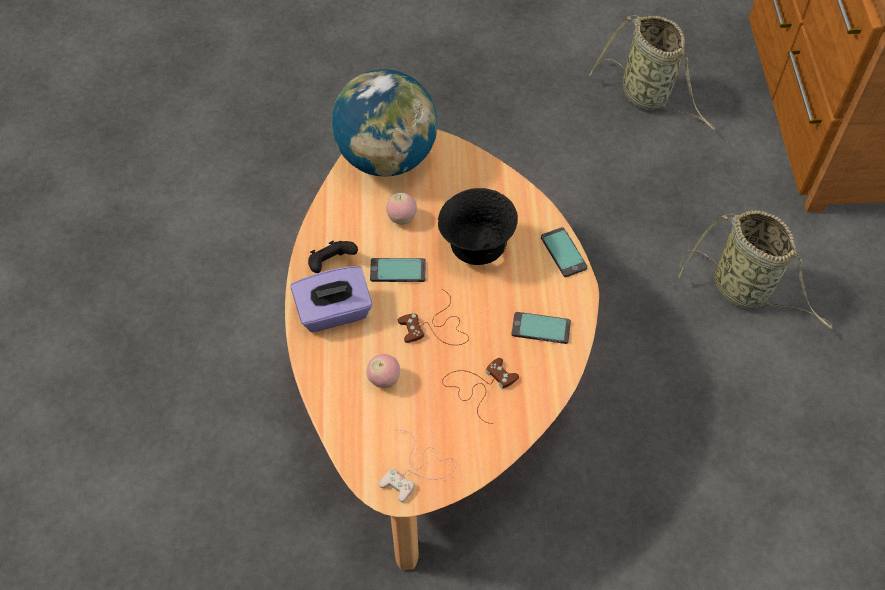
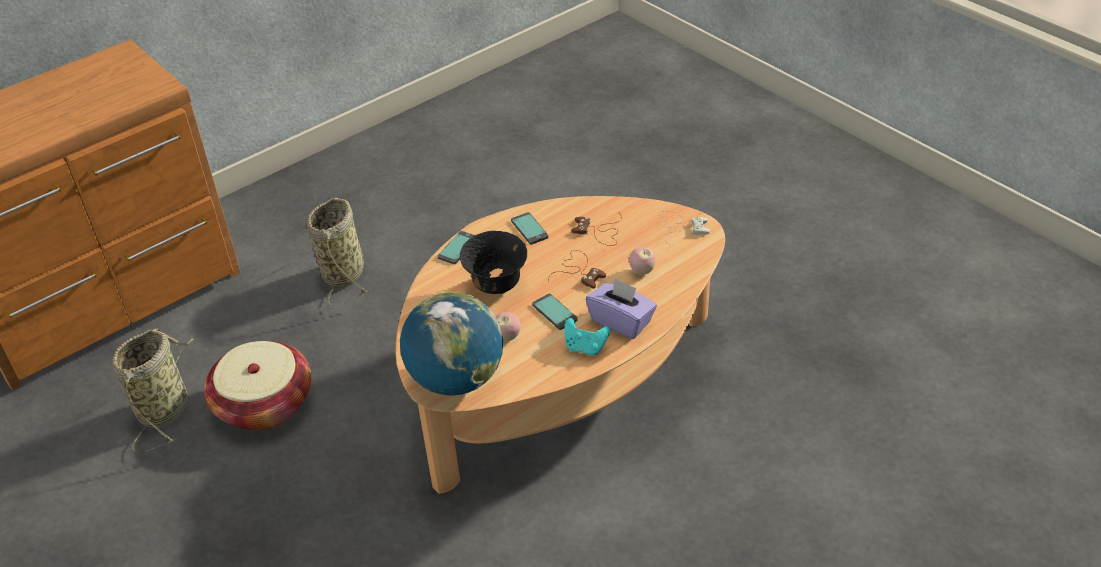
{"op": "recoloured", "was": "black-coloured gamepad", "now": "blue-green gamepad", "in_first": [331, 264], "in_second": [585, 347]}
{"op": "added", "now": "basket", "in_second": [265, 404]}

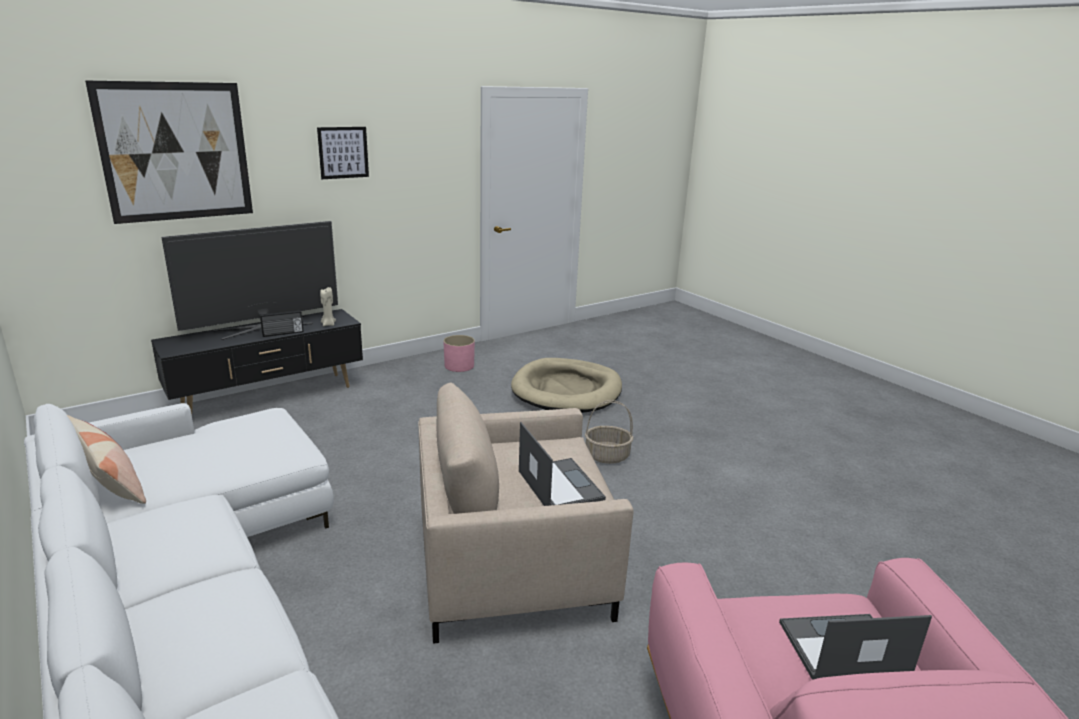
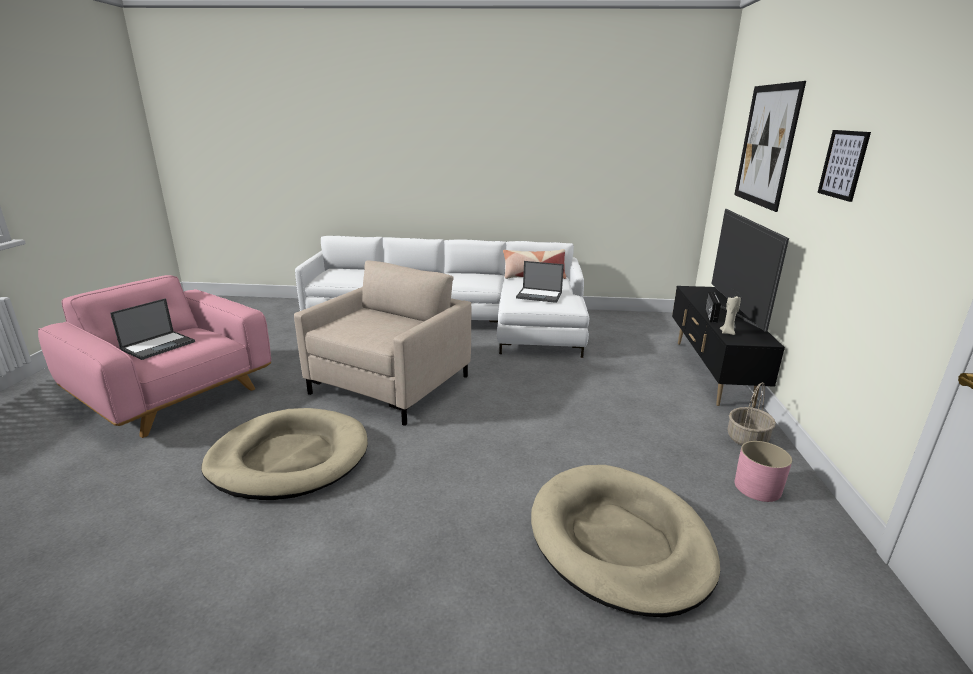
{"op": "moved", "was": "basket", "in_first": [607, 456], "in_second": [747, 439]}
{"op": "moved", "was": "notebook computer", "in_first": [559, 484], "in_second": [540, 295]}
{"op": "added", "now": "beige pet bed", "in_second": [289, 458]}

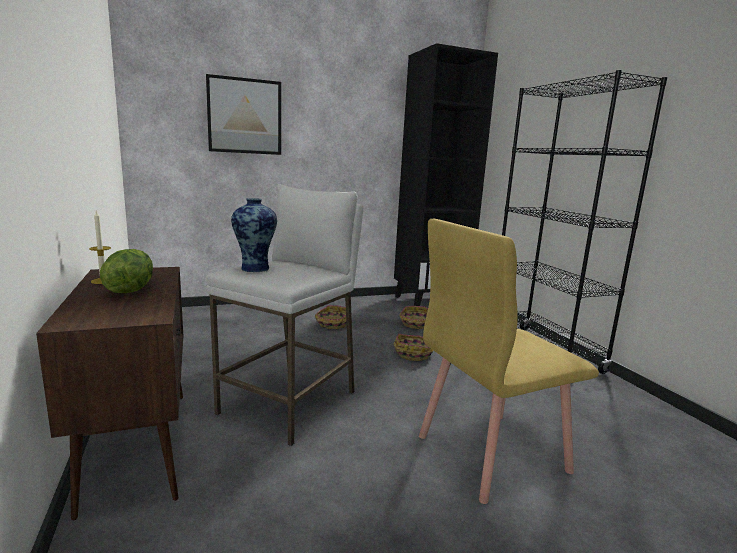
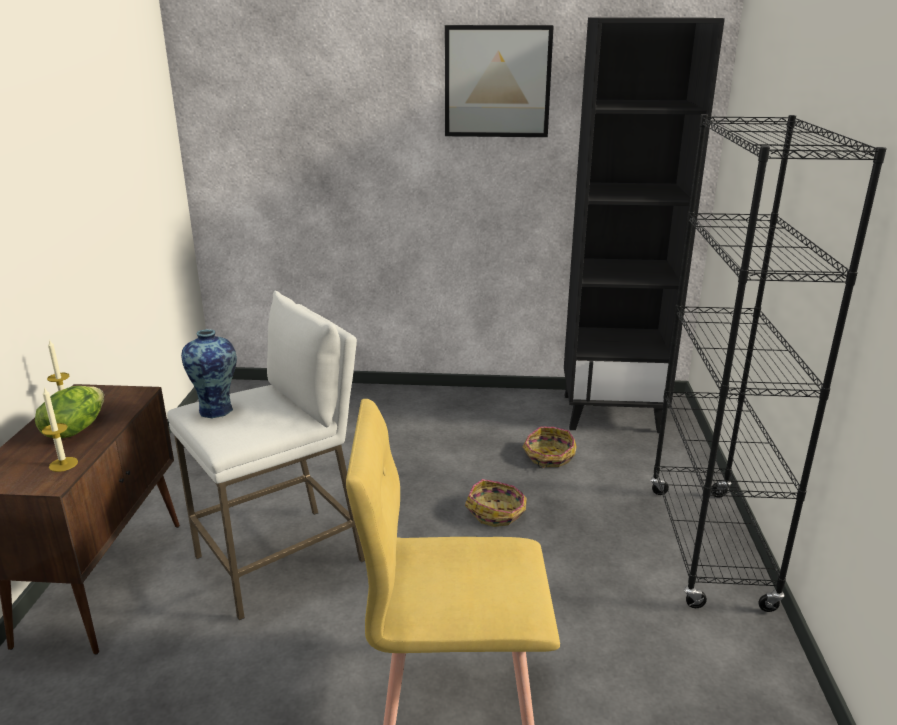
{"op": "moved", "was": "wall picture", "in_first": [244, 116], "in_second": [497, 82]}
{"op": "removed", "was": "basket", "in_first": [332, 324]}
{"op": "added", "now": "wax candle", "in_second": [63, 464]}

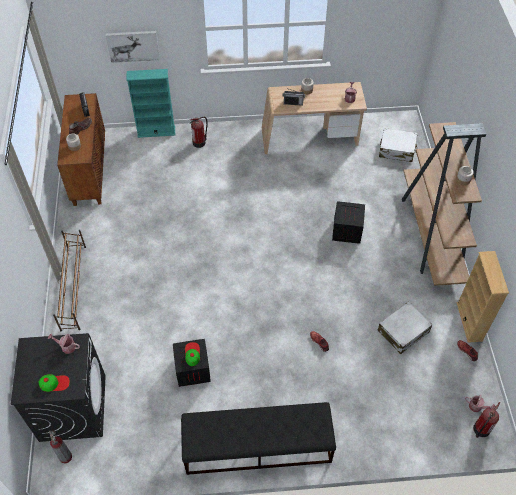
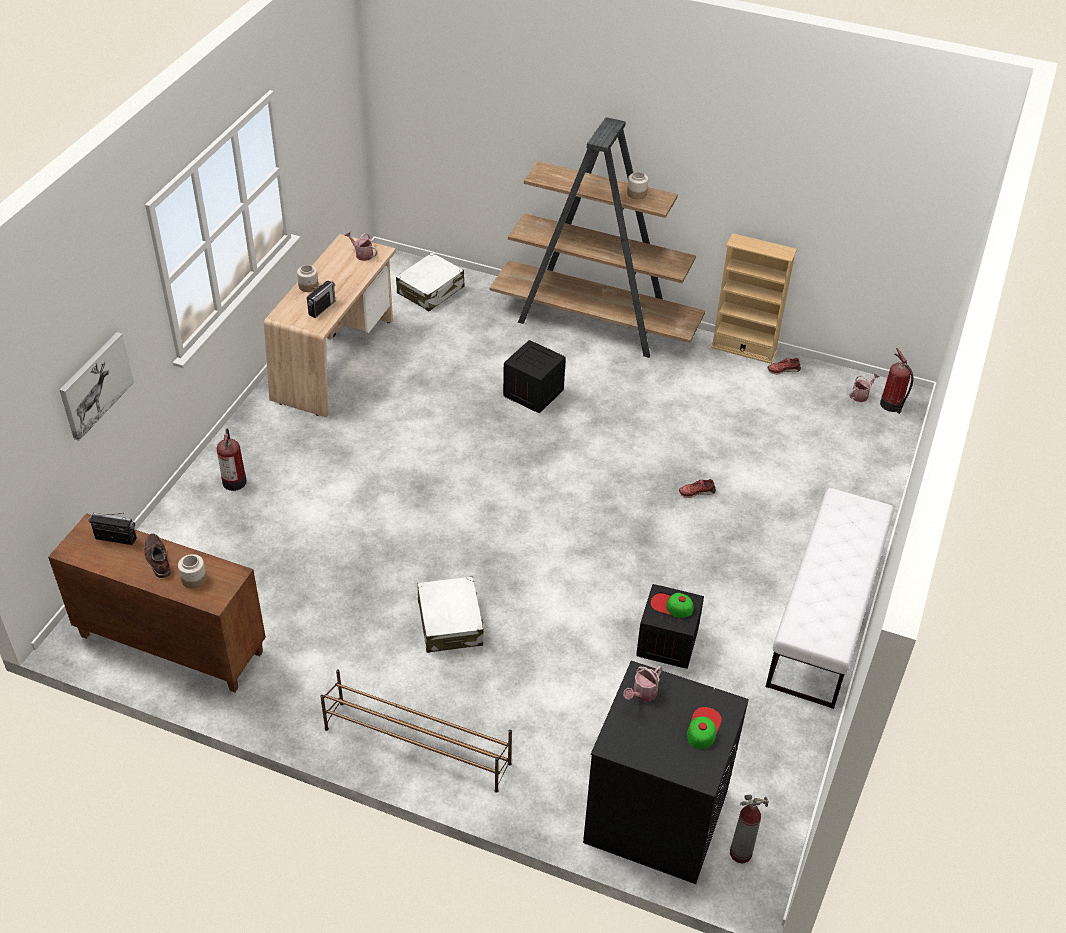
{"op": "removed", "was": "blue-green shelving unit", "in_first": [156, 132]}
{"op": "moved", "was": "white-coloured travel case", "in_first": [403, 331], "in_second": [450, 623]}
{"op": "recoloured", "was": "black-coloured long seat", "now": "white-coloured long seat", "in_first": [257, 447], "in_second": [824, 616]}

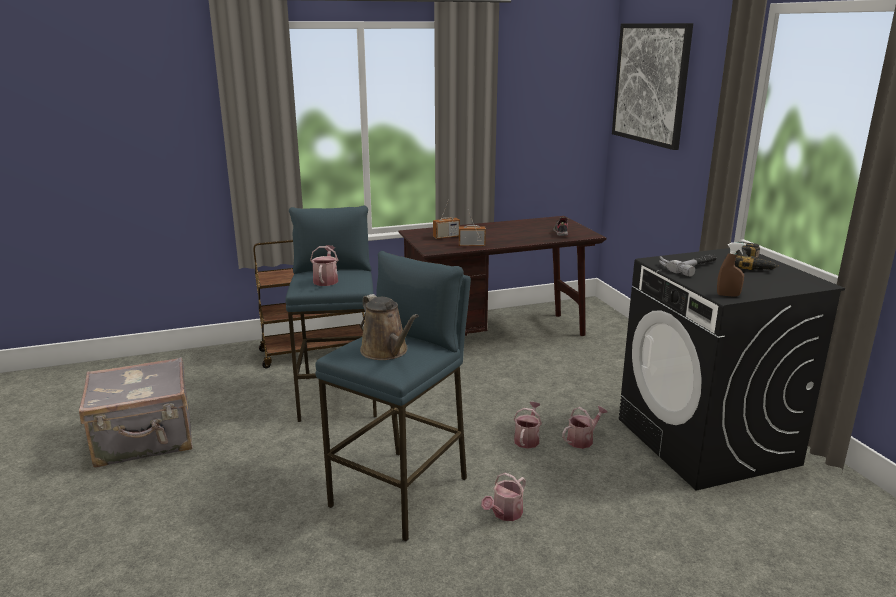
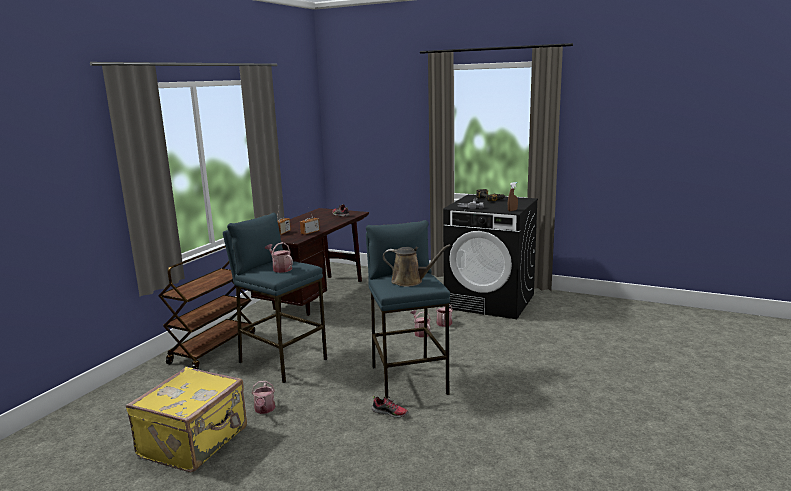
{"op": "removed", "was": "wall picture", "in_first": [650, 84]}
{"op": "recoloured", "was": "gray travel case", "now": "yellow travel case", "in_first": [145, 440], "in_second": [195, 442]}
{"op": "moved", "was": "watering can", "in_first": [505, 514], "in_second": [264, 410]}
{"op": "added", "now": "shoe", "in_second": [390, 413]}

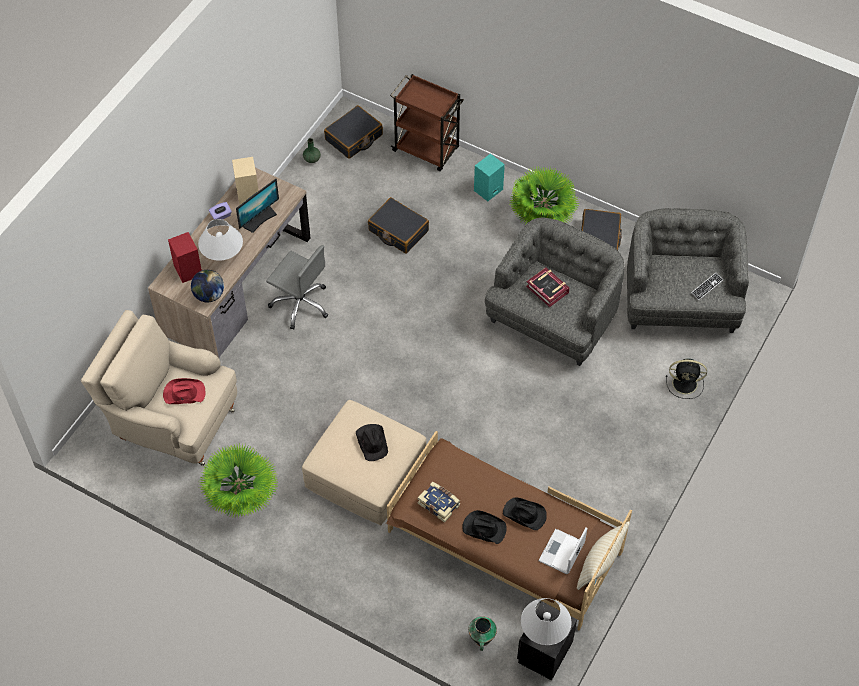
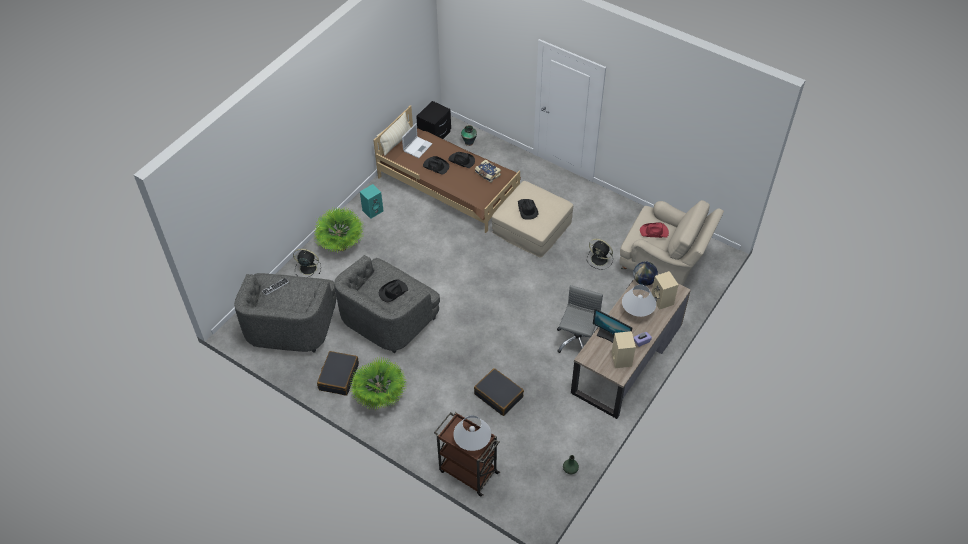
{"op": "removed", "was": "black-coloured travel case", "in_first": [354, 138]}
{"op": "moved", "was": "blue-green audio speaker", "in_first": [488, 190], "in_second": [373, 210]}
{"op": "turned", "was": "computer display", "in_first": [259, 219], "in_second": [610, 337], "clockwise": -105}
{"op": "recoloured", "was": "red audio speaker", "now": "beige audio speaker", "in_first": [187, 270], "in_second": [663, 300]}
{"op": "turned", "was": "gray computer chair", "in_first": [300, 304], "in_second": [577, 340], "clockwise": 75}
{"op": "replaced", "was": "book", "now": "black-coloured clothing hat", "in_first": [547, 289], "in_second": [393, 292]}
{"op": "moved", "was": "potted plant", "in_first": [242, 498], "in_second": [341, 246]}
{"op": "moved", "was": "white-coloured table lamp", "in_first": [545, 630], "in_second": [472, 441]}
{"op": "added", "now": "black-coloured cooling fan", "in_second": [600, 259]}

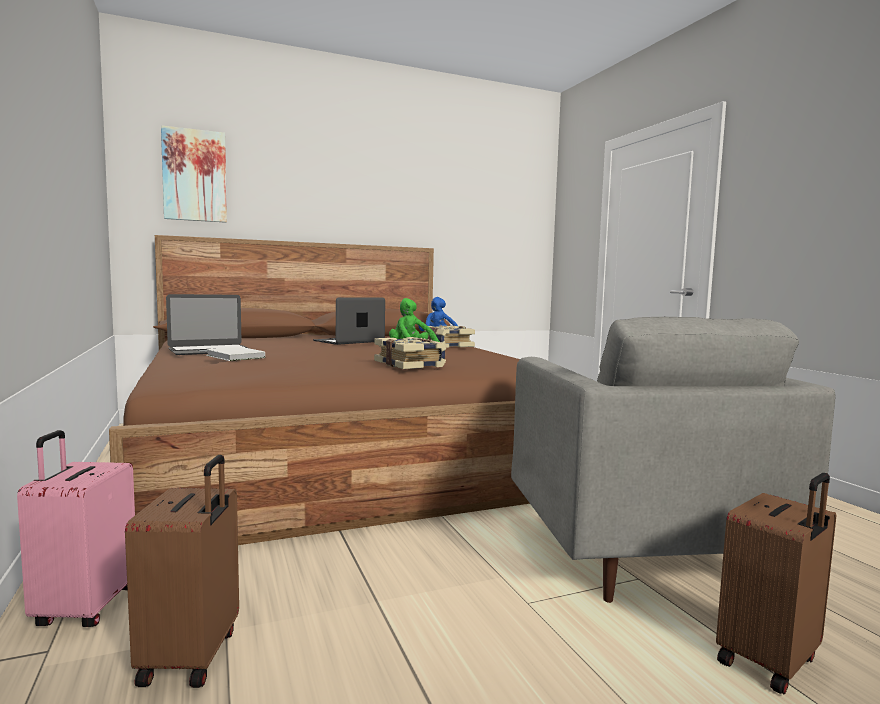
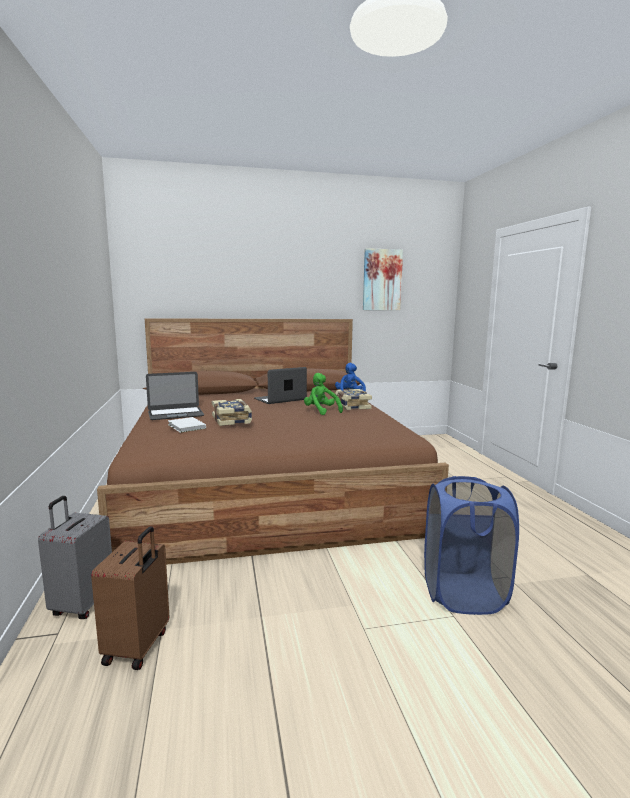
{"op": "moved", "was": "wall picture", "in_first": [194, 175], "in_second": [382, 280]}
{"op": "replaced", "was": "gray easy chair", "now": "blue washing basket", "in_first": [639, 553], "in_second": [463, 594]}
{"op": "moved", "was": "book", "in_first": [410, 365], "in_second": [232, 420]}
{"op": "recoloured", "was": "pinkish travel case", "now": "gray travel case", "in_first": [84, 608], "in_second": [82, 604]}
{"op": "removed", "was": "brown travel case", "in_first": [770, 661]}

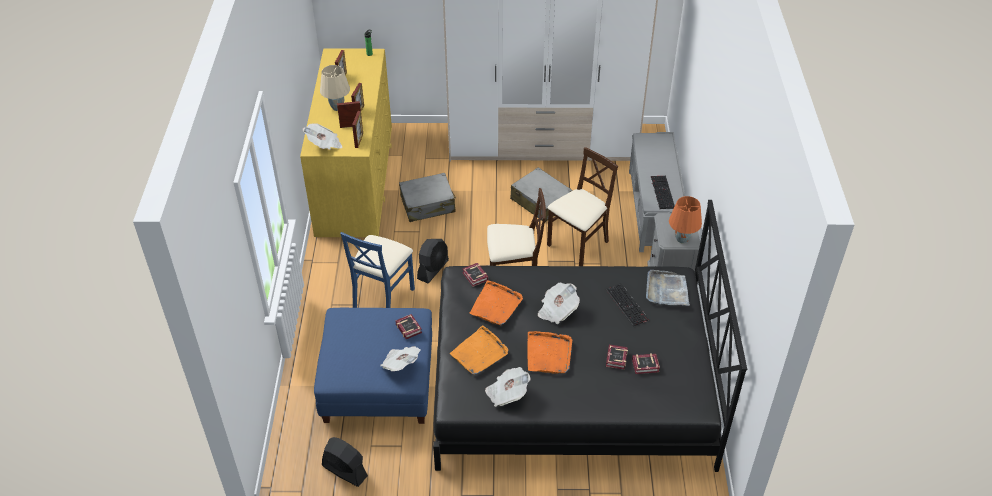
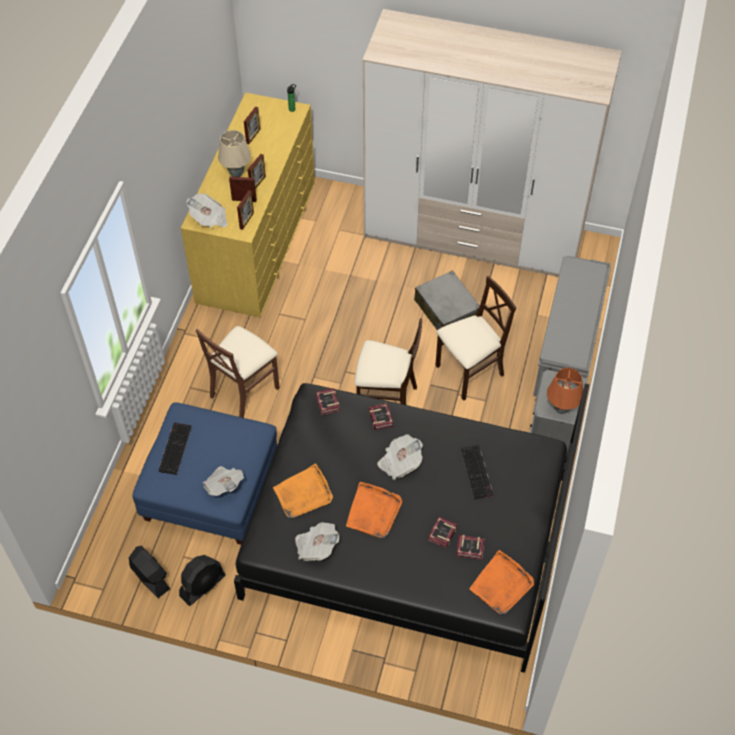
{"op": "removed", "was": "gray travel case", "in_first": [428, 204]}
{"op": "moved", "was": "computer keyboard", "in_first": [661, 192], "in_second": [174, 448]}
{"op": "recoloured", "was": "blue plain chair", "now": "brown plain chair", "in_first": [382, 297], "in_second": [244, 390]}
{"op": "moved", "was": "black-coloured cooling fan", "in_first": [433, 269], "in_second": [203, 585]}
{"op": "removed", "was": "gray serving tray", "in_first": [667, 290]}
{"op": "moved", "was": "orange serving tray", "in_first": [496, 305], "in_second": [501, 585]}
{"op": "moved", "was": "book", "in_first": [408, 327], "in_second": [381, 417]}

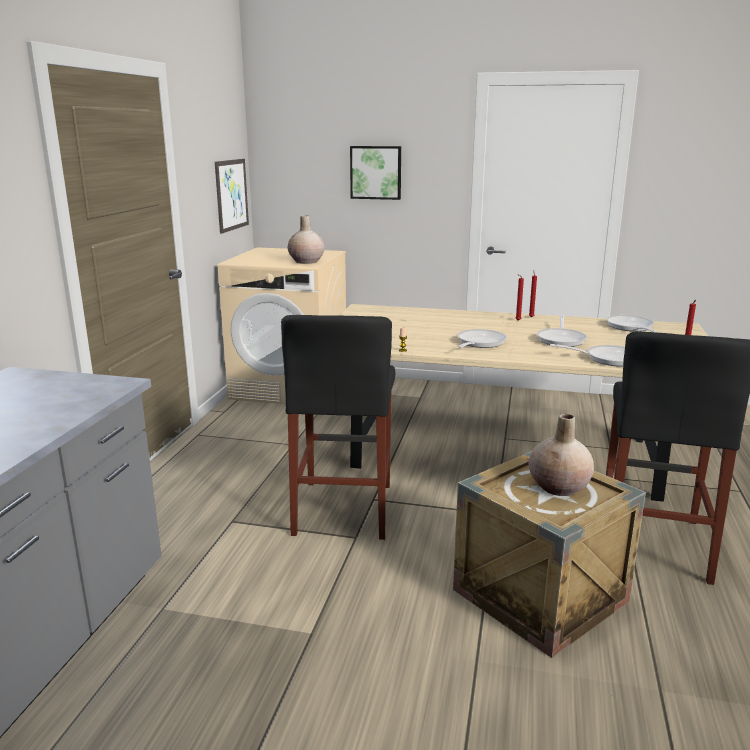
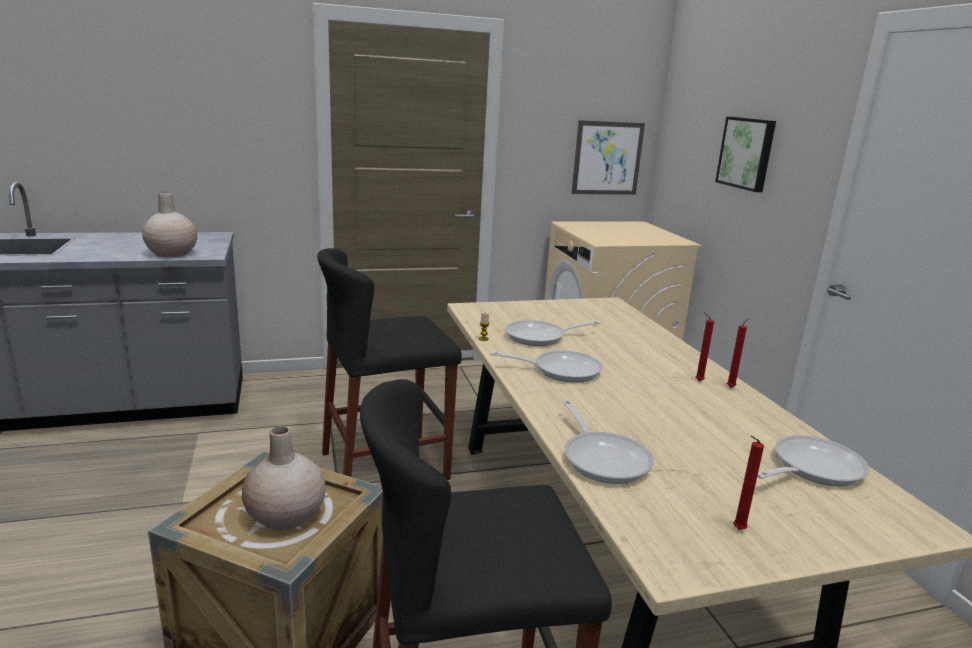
{"op": "moved", "was": "beige decorative vase", "in_first": [306, 261], "in_second": [171, 254]}
{"op": "moved", "was": "pan", "in_first": [561, 339], "in_second": [540, 337]}

